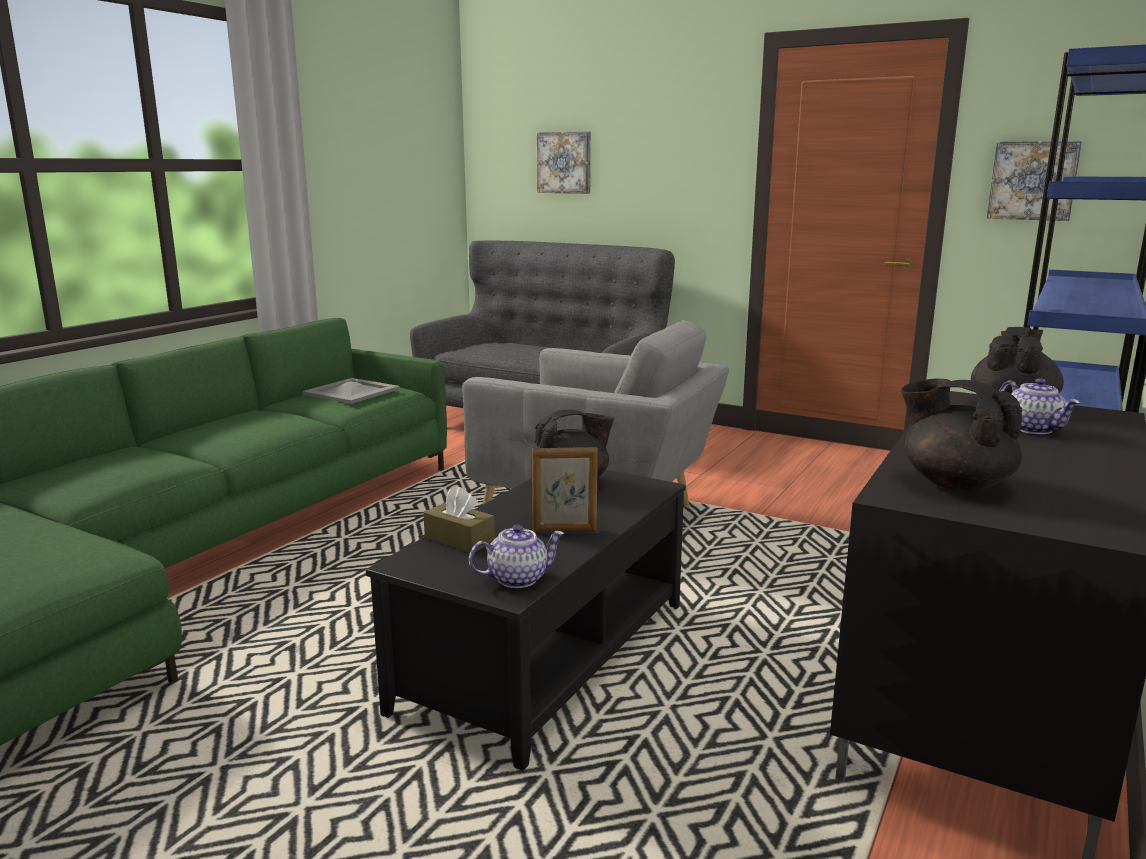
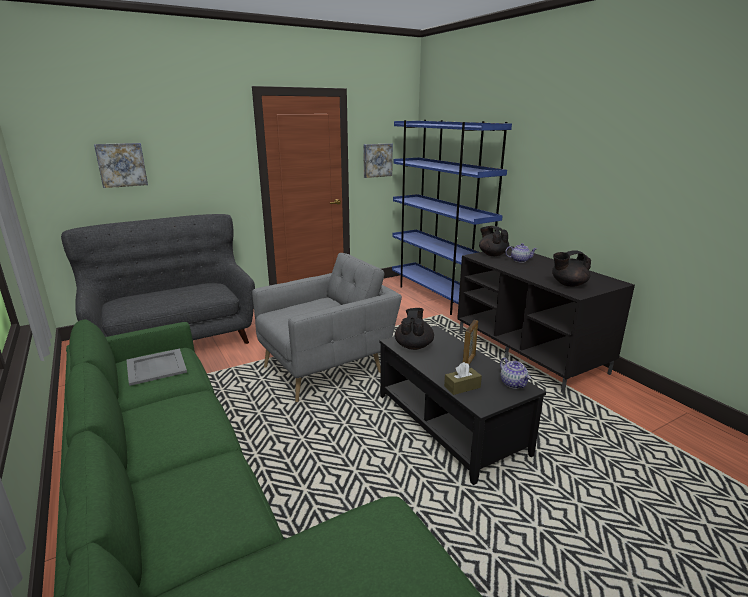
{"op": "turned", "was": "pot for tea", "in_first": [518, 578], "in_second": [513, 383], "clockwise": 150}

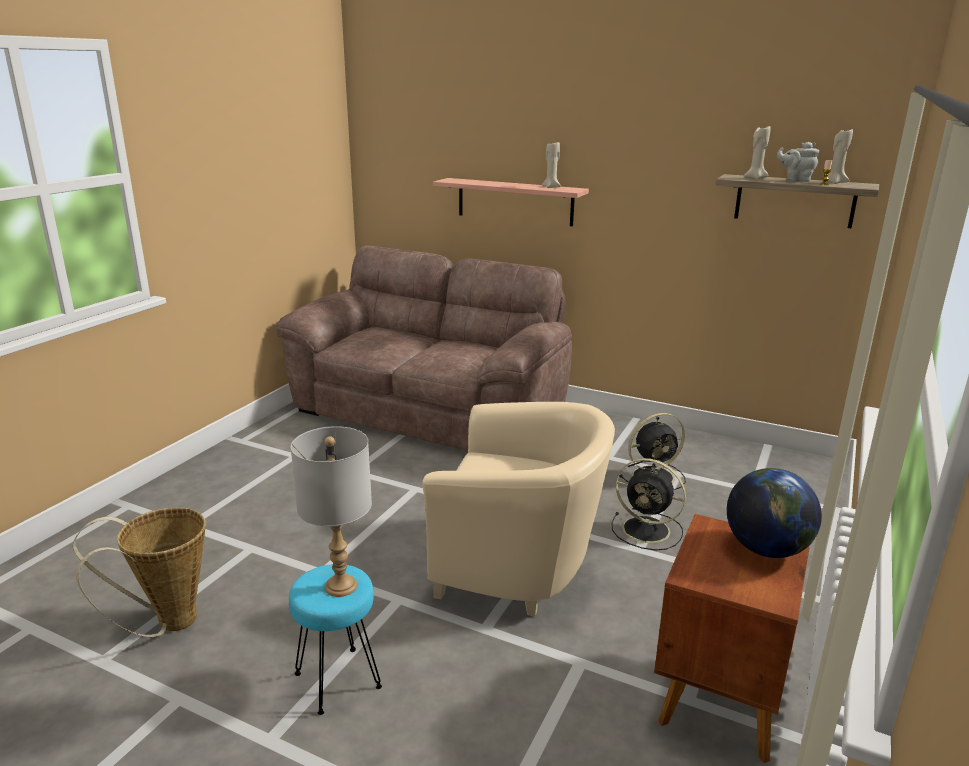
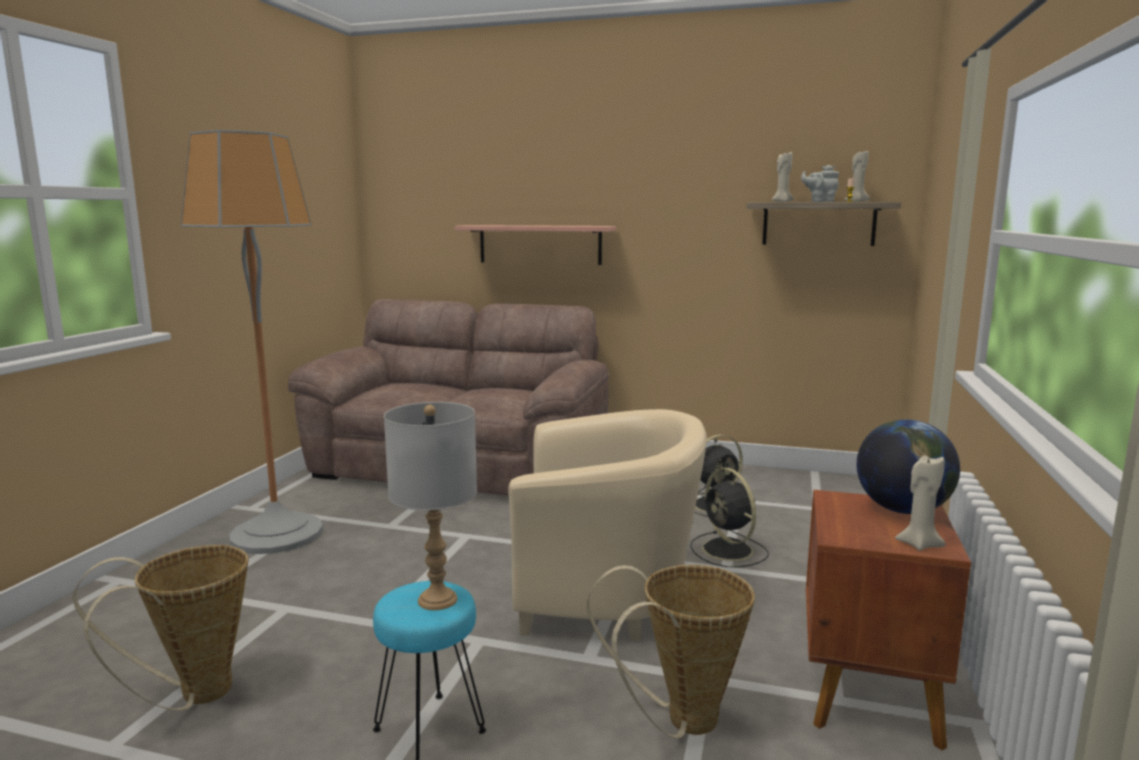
{"op": "moved", "was": "beige wax candle", "in_first": [551, 187], "in_second": [919, 544]}
{"op": "turned", "was": "black-coloured cooling fan", "in_first": [648, 530], "in_second": [729, 551], "clockwise": 45}
{"op": "added", "now": "floor lamp", "in_second": [277, 534]}
{"op": "added", "now": "basket", "in_second": [680, 722]}

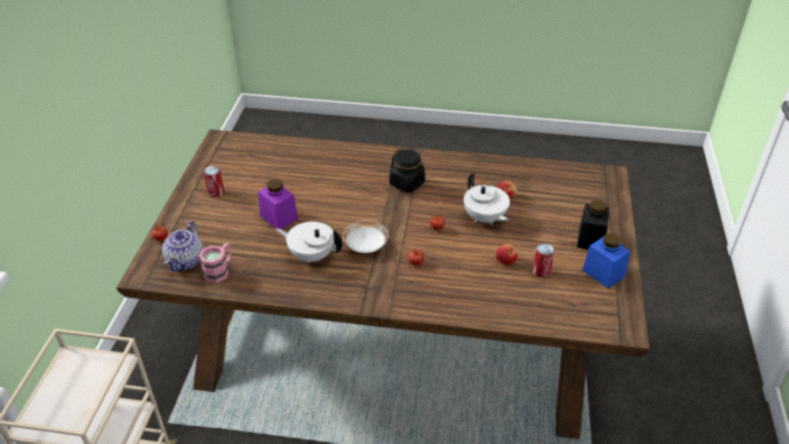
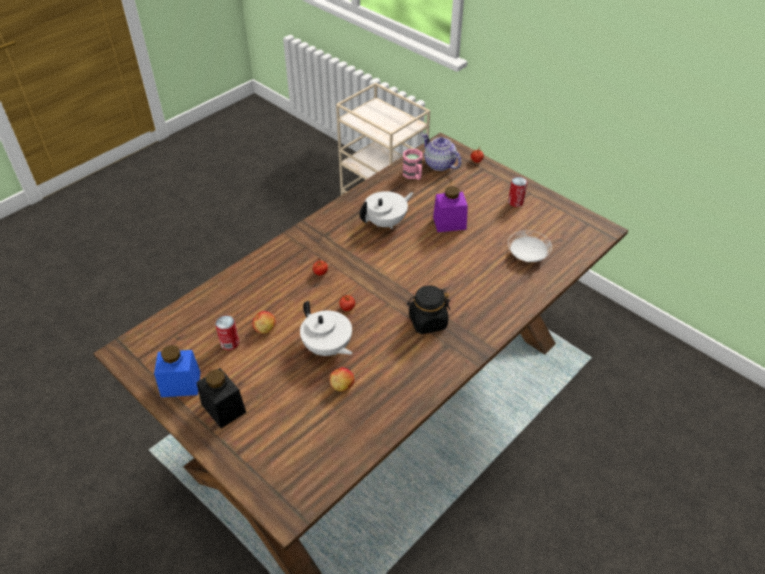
{"op": "turned", "was": "white-coloured pot for tea", "in_first": [484, 218], "in_second": [327, 348], "clockwise": -135}
{"op": "moved", "was": "white-coloured flat dish", "in_first": [366, 246], "in_second": [527, 255]}

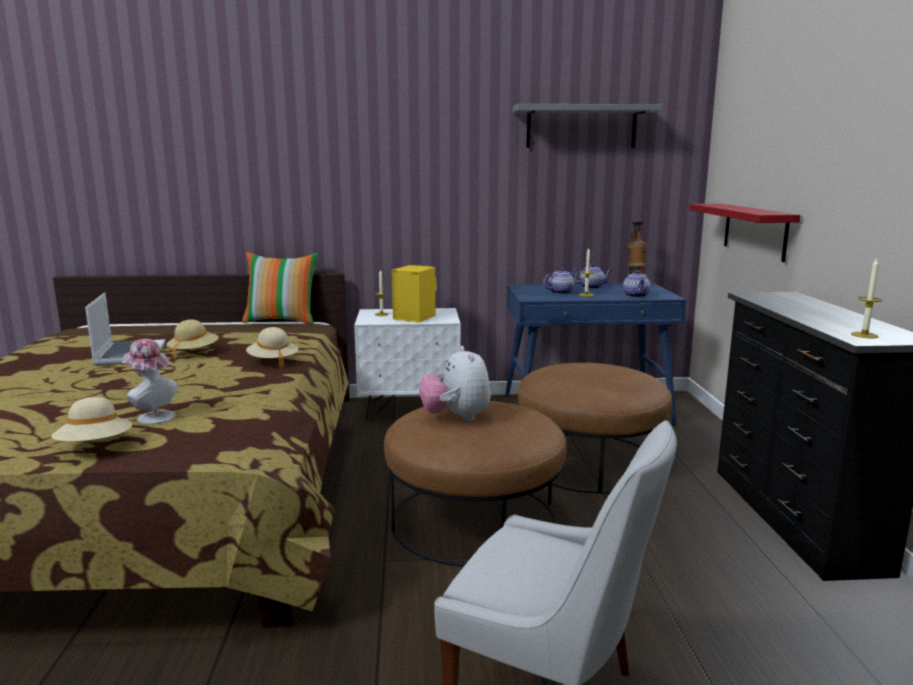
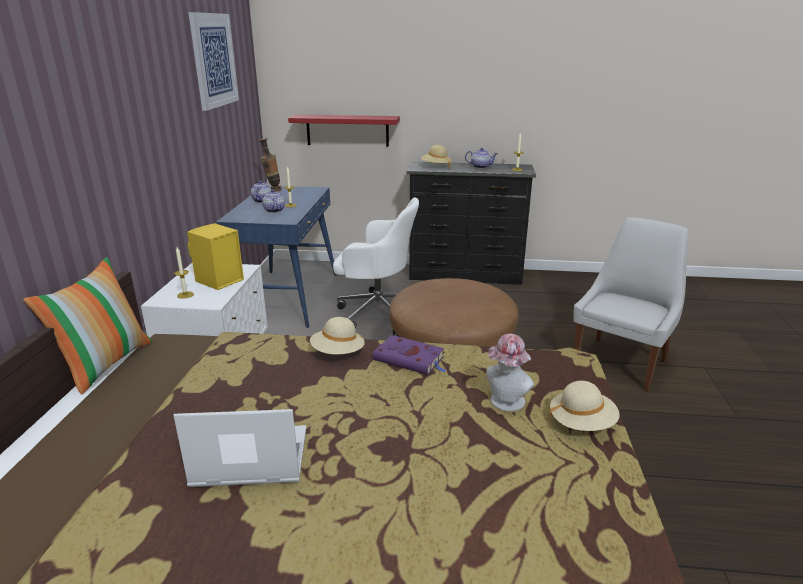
{"op": "replaced", "was": "gray wall shelf", "now": "wall picture", "in_first": [581, 127], "in_second": [214, 60]}
{"op": "moved", "was": "pot for tea", "in_first": [636, 296], "in_second": [481, 167]}
{"op": "moved", "was": "beige clothing hat", "in_first": [194, 352], "in_second": [436, 166]}
{"op": "removed", "was": "cuddly toy", "in_first": [456, 418]}
{"op": "replaced", "was": "brown pouffe", "now": "white-coloured computer chair", "in_first": [589, 460], "in_second": [377, 311]}
{"op": "added", "now": "purple-coloured book", "in_second": [410, 359]}

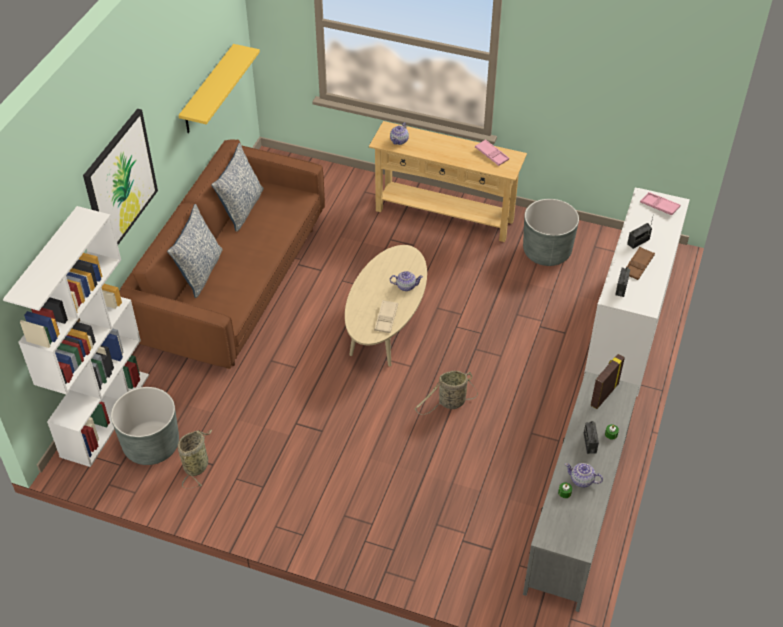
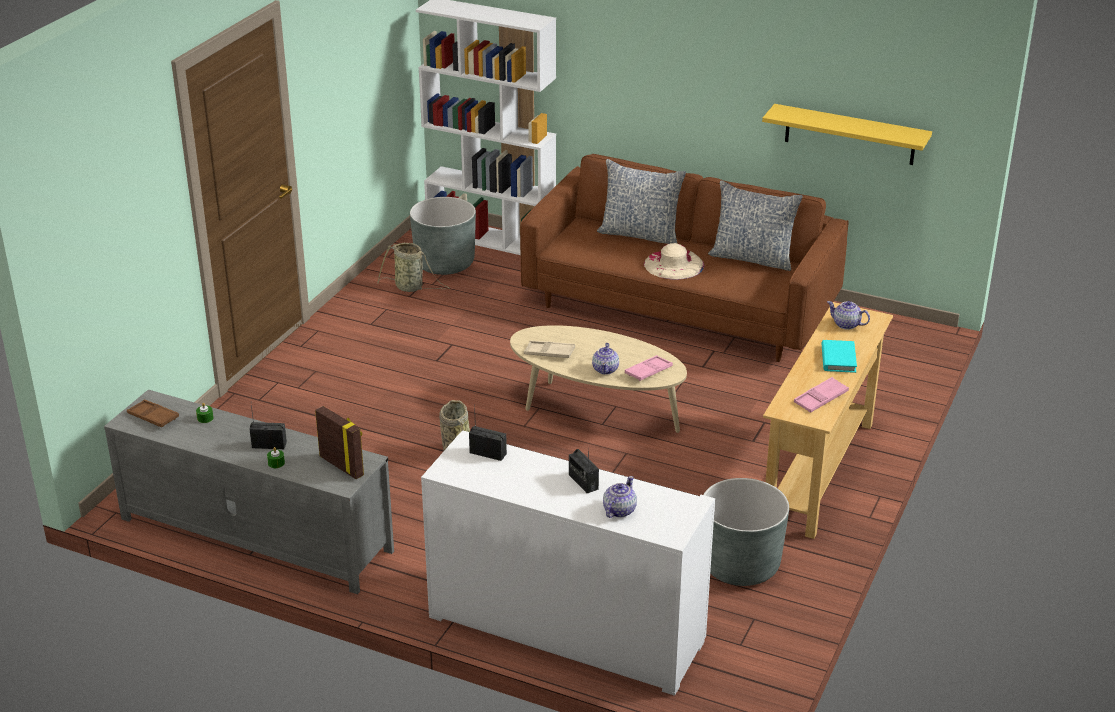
{"op": "removed", "was": "wall picture", "in_first": [120, 183]}
{"op": "moved", "was": "pinkish serving tray", "in_first": [659, 206], "in_second": [648, 371]}
{"op": "moved", "was": "brown serving tray", "in_first": [638, 265], "in_second": [153, 417]}
{"op": "moved", "was": "pot for tea", "in_first": [582, 480], "in_second": [618, 510]}
{"op": "added", "now": "beige clothing hat", "in_second": [674, 264]}
{"op": "added", "now": "blue-green book", "in_second": [838, 359]}

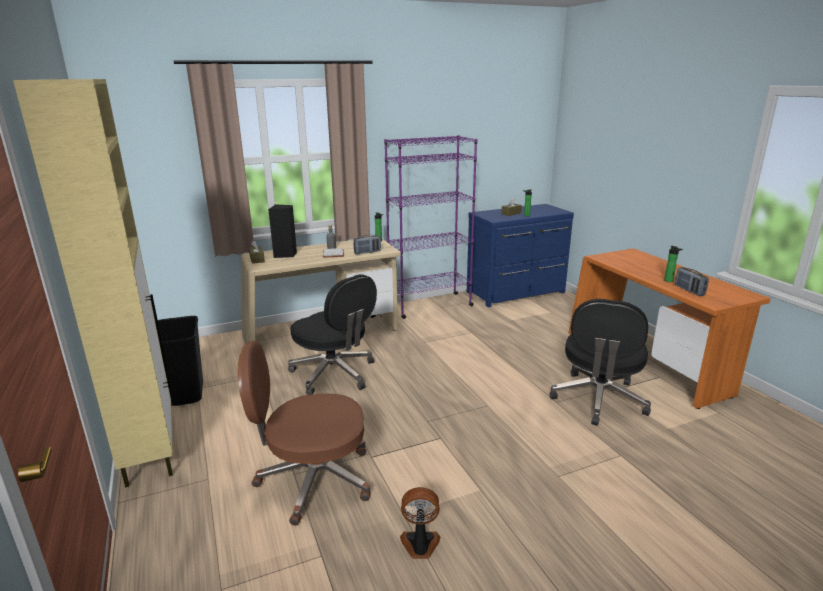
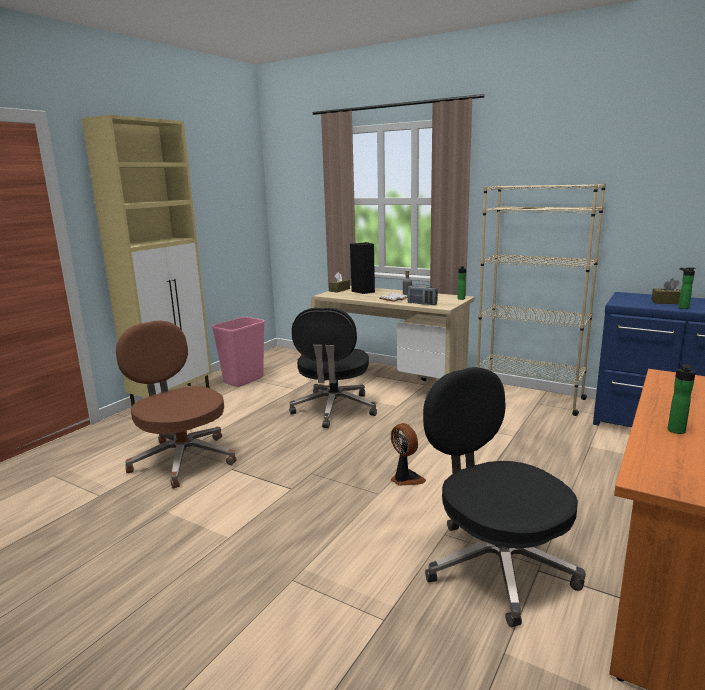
{"op": "recoloured", "was": "purple-coloured shelving unit", "now": "beige shelving unit", "in_first": [430, 305], "in_second": [529, 398]}
{"op": "removed", "was": "radio receiver", "in_first": [689, 290]}
{"op": "turned", "was": "black-coloured computer chair", "in_first": [598, 399], "in_second": [496, 565], "clockwise": 75}
{"op": "recoloured", "was": "black-coloured waste bin", "now": "pinkish waste bin", "in_first": [186, 394], "in_second": [243, 380]}
{"op": "moved", "was": "cooling fan", "in_first": [420, 545], "in_second": [405, 479]}

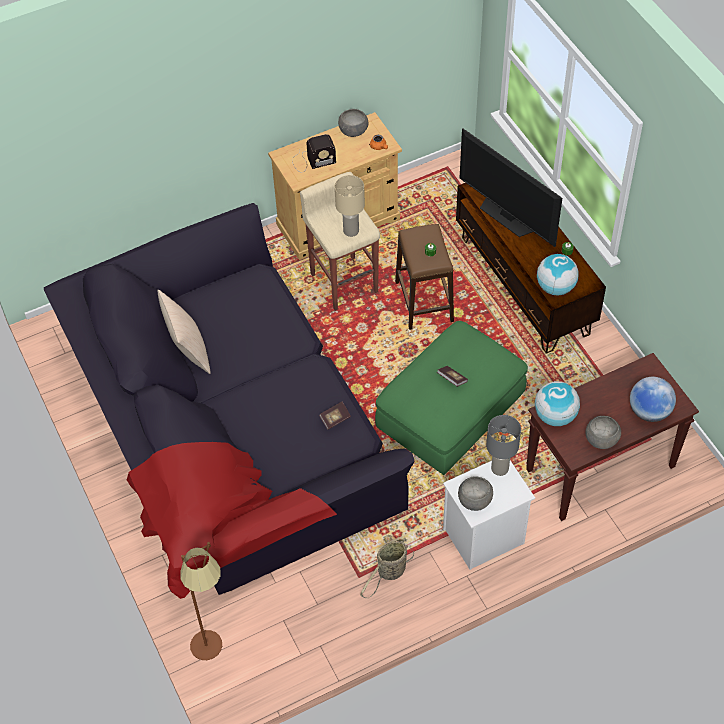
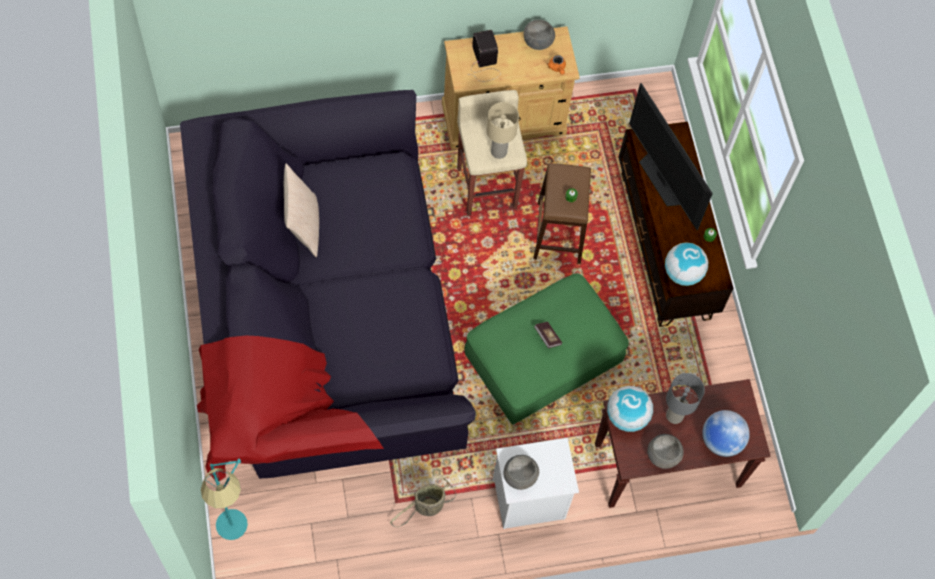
{"op": "turned", "was": "radio receiver", "in_first": [312, 161], "in_second": [484, 63], "clockwise": -105}
{"op": "removed", "was": "book", "in_first": [335, 419]}
{"op": "moved", "was": "gray table lamp", "in_first": [499, 468], "in_second": [674, 416]}
{"op": "recoloured", "was": "brown floor lamp", "now": "blue-green floor lamp", "in_first": [216, 655], "in_second": [237, 537]}

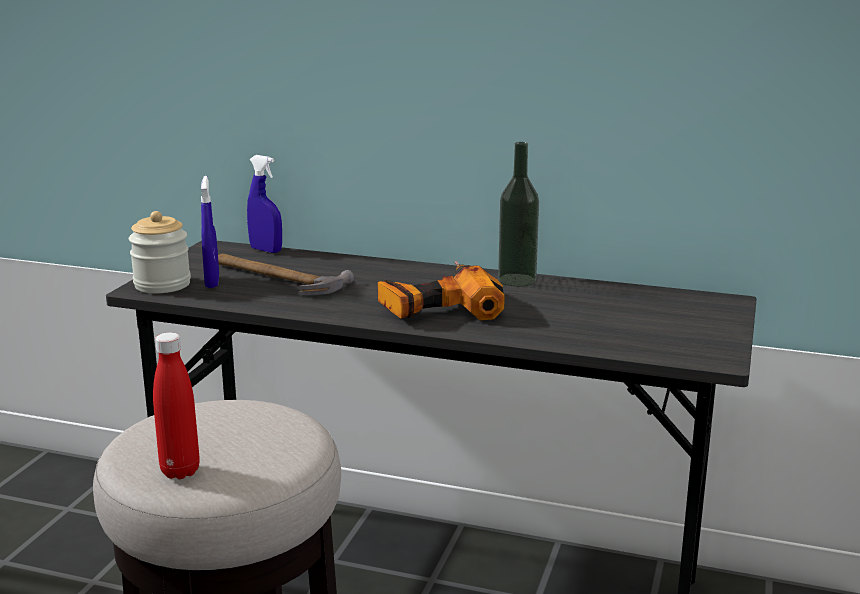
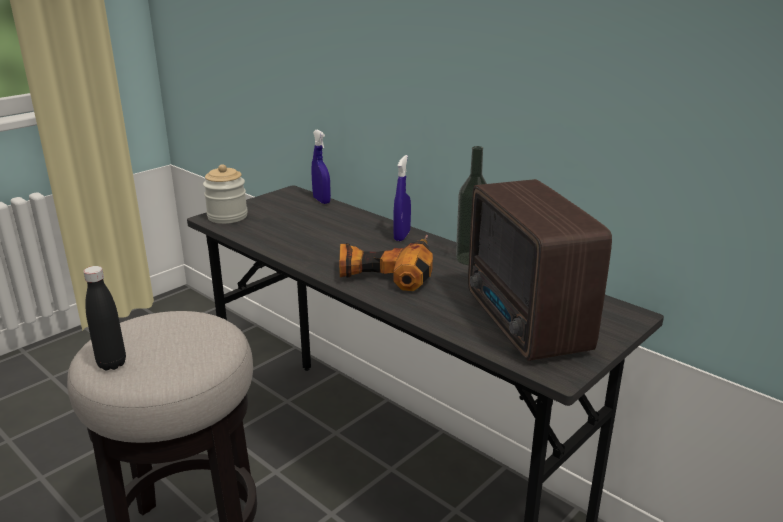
{"op": "moved", "was": "blue spray bottle", "in_first": [212, 282], "in_second": [402, 236]}
{"op": "removed", "was": "hammer", "in_first": [275, 278]}
{"op": "recoloured", "was": "red beverage bottle", "now": "black-coloured beverage bottle", "in_first": [180, 471], "in_second": [112, 364]}
{"op": "added", "now": "radio receiver", "in_second": [525, 324]}

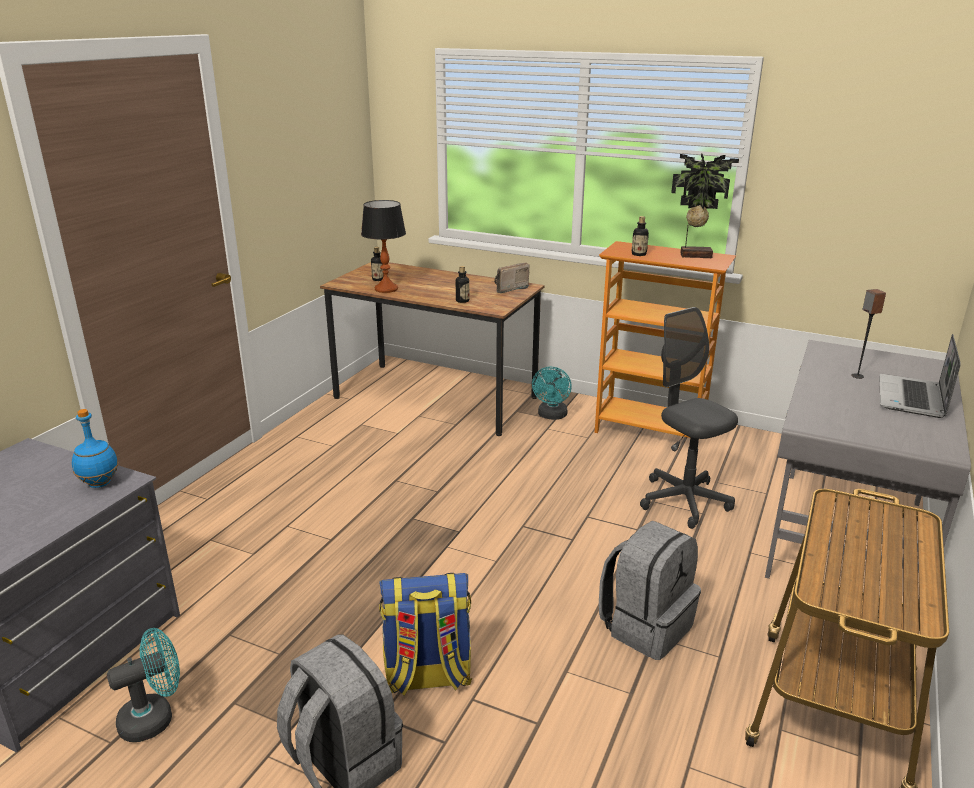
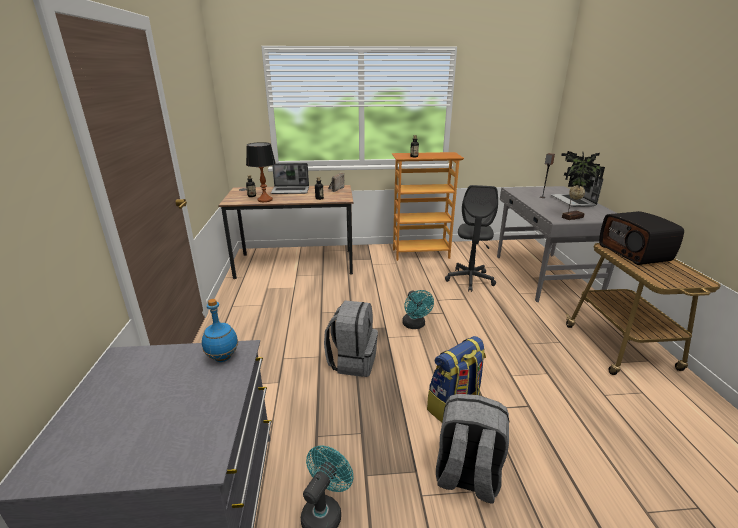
{"op": "moved", "was": "potted plant", "in_first": [694, 255], "in_second": [570, 217]}
{"op": "turned", "was": "gray computer chair", "in_first": [684, 501], "in_second": [470, 280], "clockwise": -105}
{"op": "moved", "was": "blue-green cooling fan", "in_first": [552, 416], "in_second": [415, 325]}
{"op": "moved", "was": "gray rucksack", "in_first": [646, 626], "in_second": [352, 361]}
{"op": "added", "now": "notebook computer", "in_second": [291, 191]}
{"op": "added", "now": "radio receiver", "in_second": [635, 253]}

